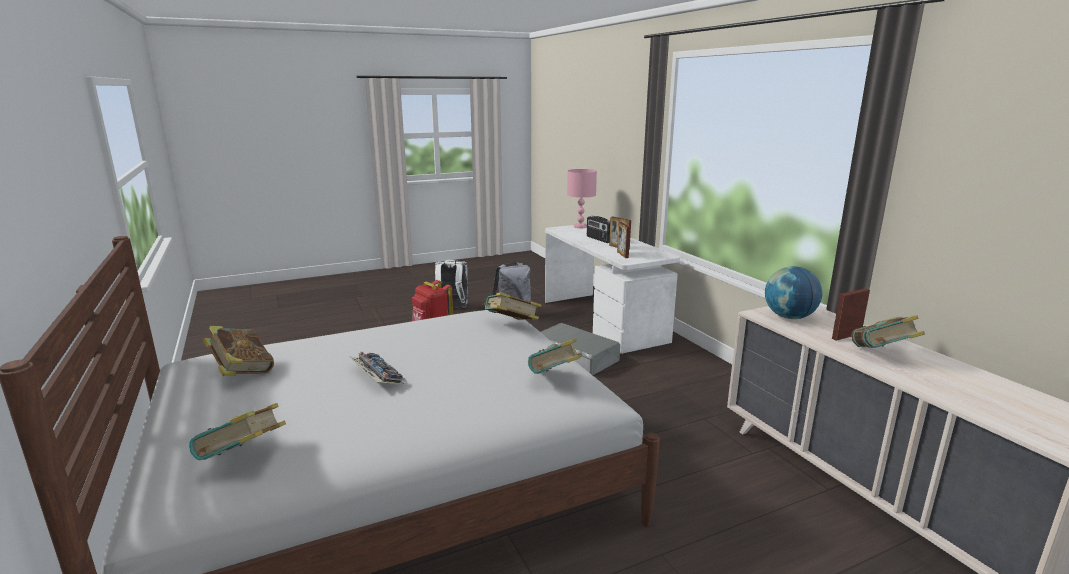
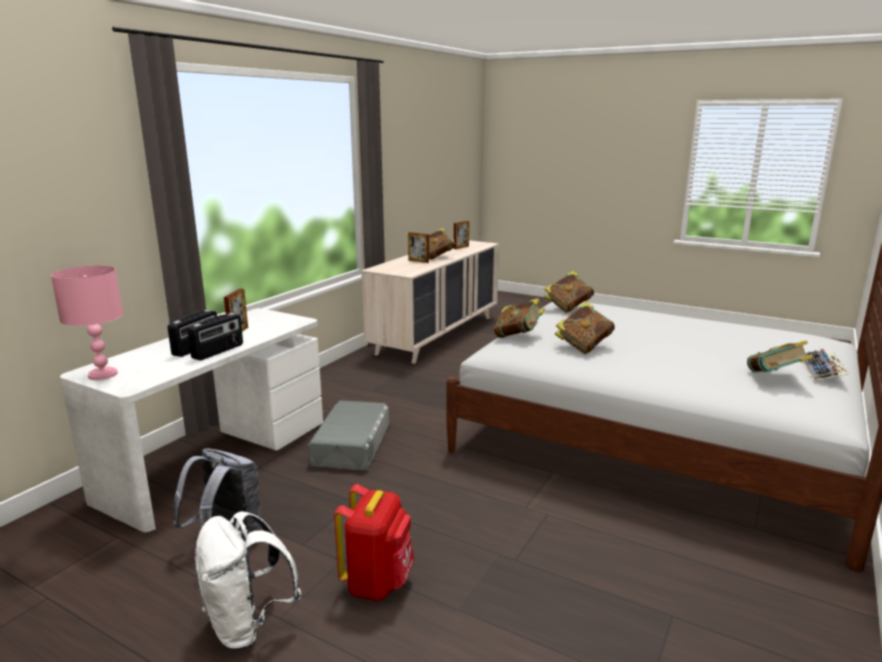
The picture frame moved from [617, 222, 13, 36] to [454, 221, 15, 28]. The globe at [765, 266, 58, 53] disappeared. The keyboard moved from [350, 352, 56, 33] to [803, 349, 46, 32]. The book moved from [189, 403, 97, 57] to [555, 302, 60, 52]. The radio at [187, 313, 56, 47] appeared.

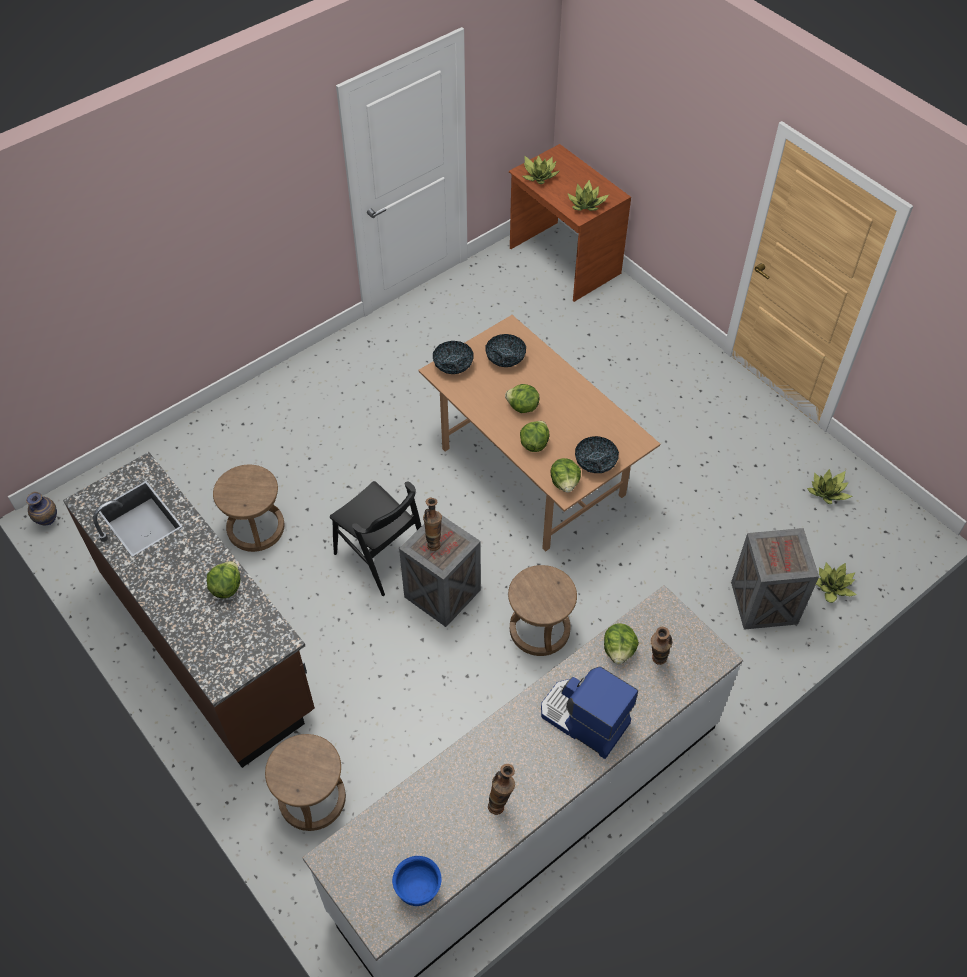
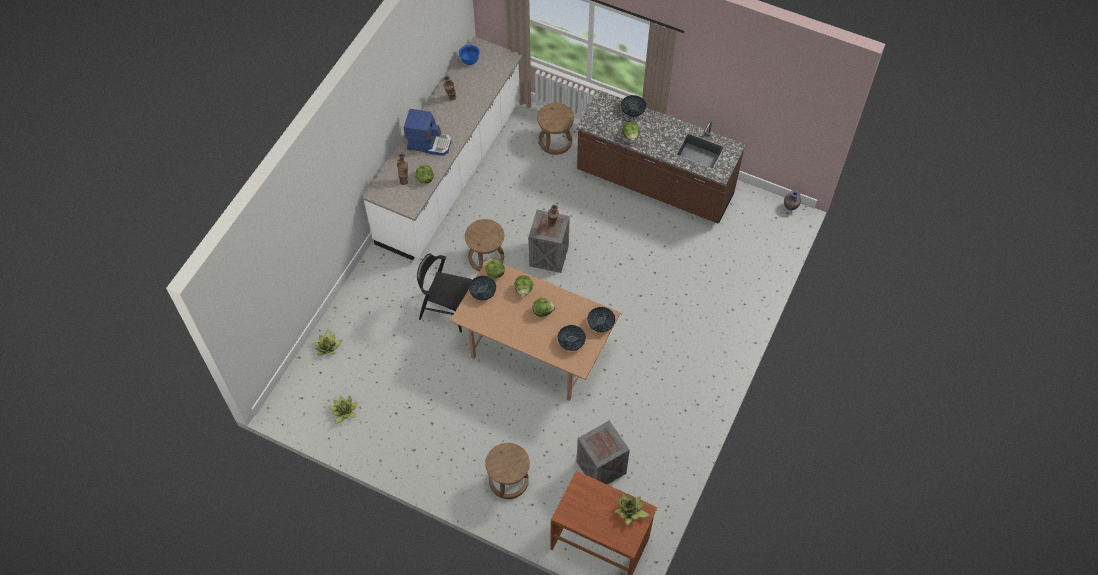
The potted plant at [567, 180, 42, 31] disappeared. The brown stool moved from [213, 465, 72, 87] to [485, 443, 45, 56]. The black chair moved from [330, 481, 91, 115] to [417, 253, 55, 80]. The crate moved from [731, 528, 88, 102] to [577, 420, 53, 65]. The bowl at [621, 95, 25, 22] appeared.

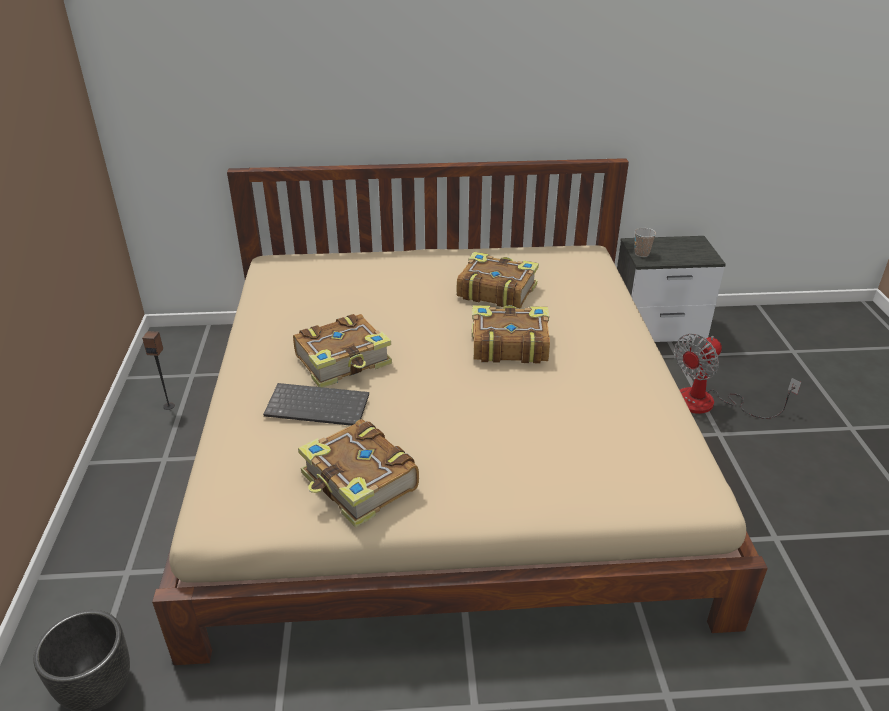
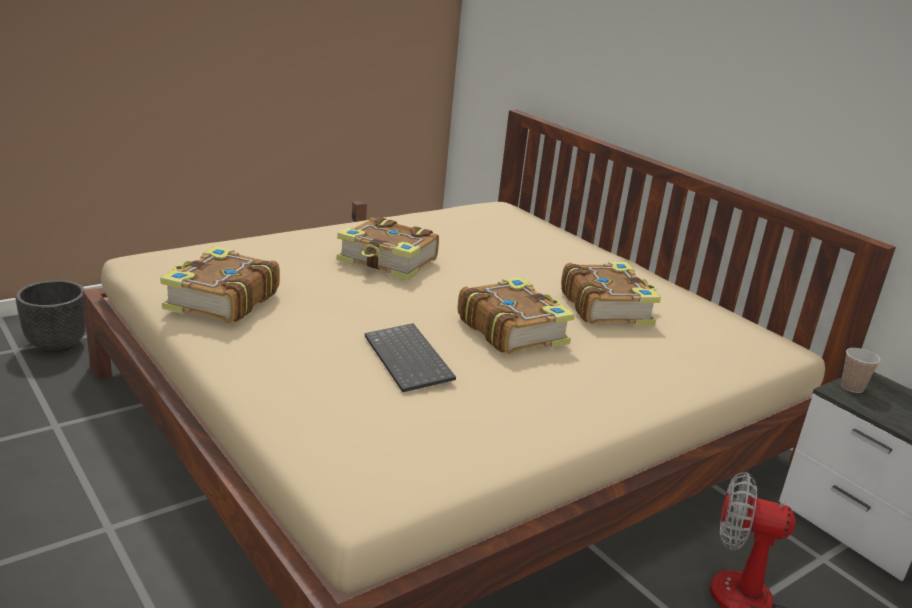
The keyboard moved from [263, 383, 106, 43] to [365, 323, 91, 69].

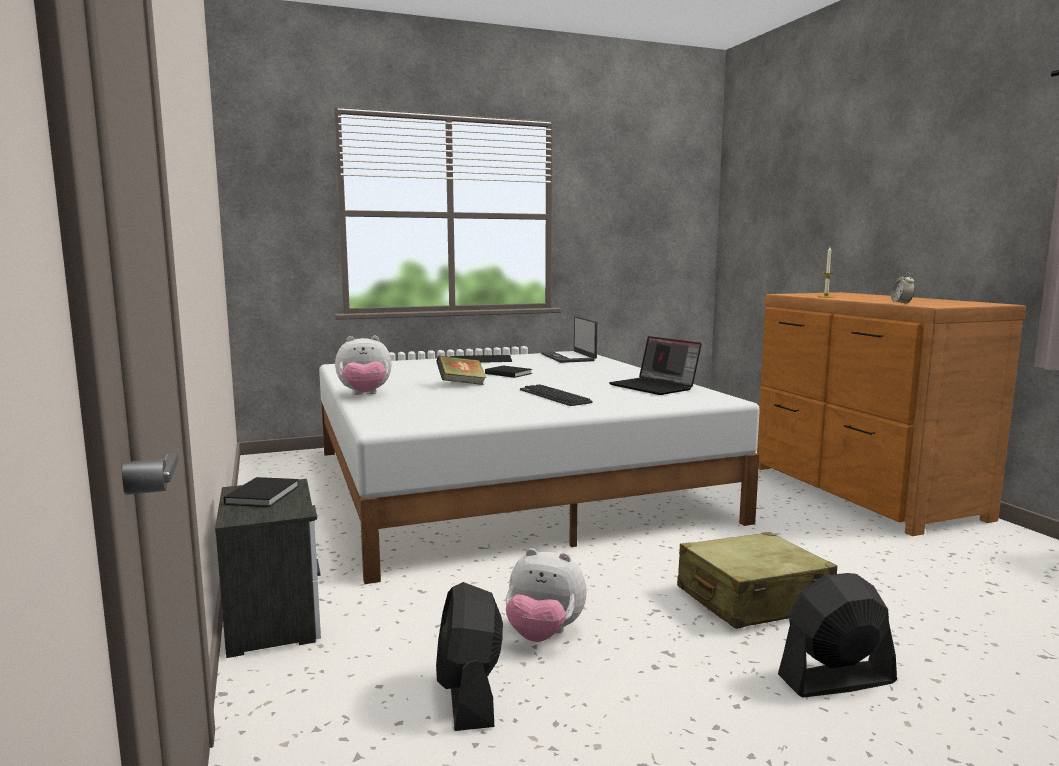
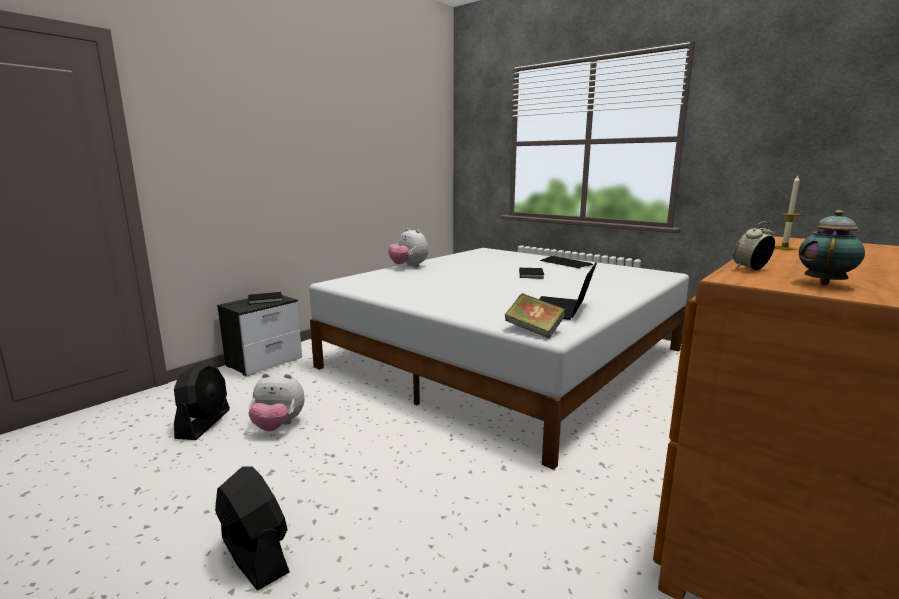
The laptop at [541, 316, 56, 47] disappeared. The book moved from [436, 356, 51, 29] to [505, 293, 61, 46]. The keyboard at [520, 384, 73, 22] disappeared. The beige suitcase at [677, 532, 160, 97] disappeared. The plush toy at [506, 548, 81, 94] turned 75 degrees counterclockwise. The black fan at [436, 582, 67, 149] turned 135 degrees clockwise. The teapot at [799, 210, 66, 75] appeared.

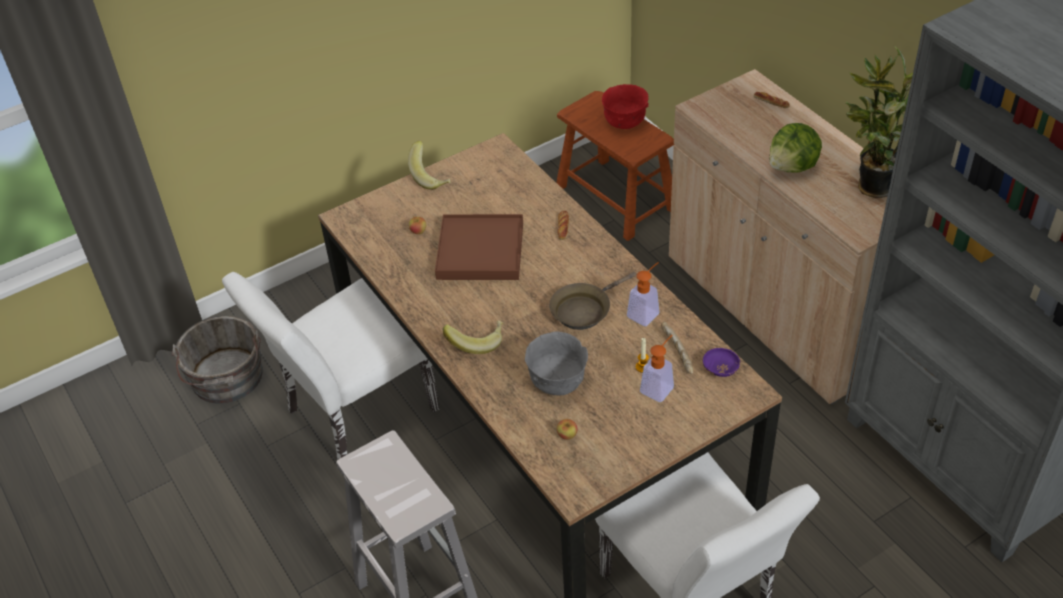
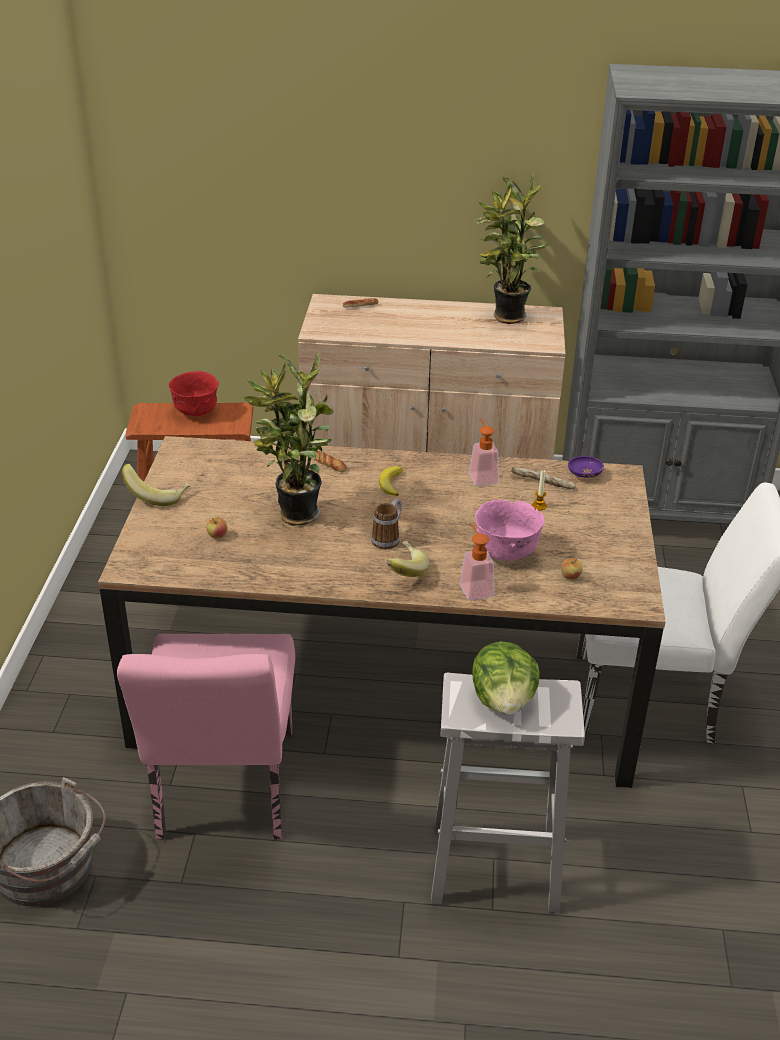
The lettuce moved from [769, 123, 53, 50] to [472, 642, 68, 73]. The brown tray at [435, 214, 88, 66] was replaced by the potted plant at [243, 351, 91, 175]. The white chair at [222, 272, 218, 188] became the pink chair at [117, 634, 178, 206]. The brown frying pan at [549, 272, 87, 58] disappeared. The grey bowl at [525, 331, 63, 64] became the pink bowl at [475, 499, 70, 61]. The soap dispenser moved from [640, 335, 34, 67] to [460, 523, 34, 77]. The banana at [379, 466, 24, 30] appeared. The mug at [371, 499, 31, 51] appeared.

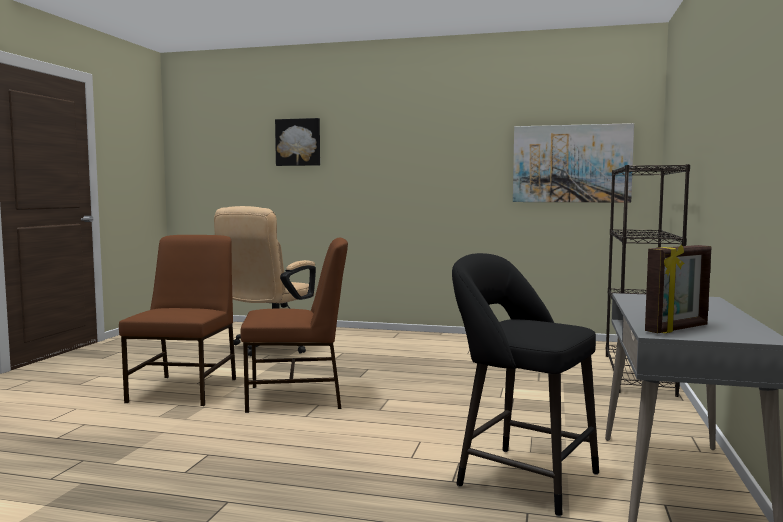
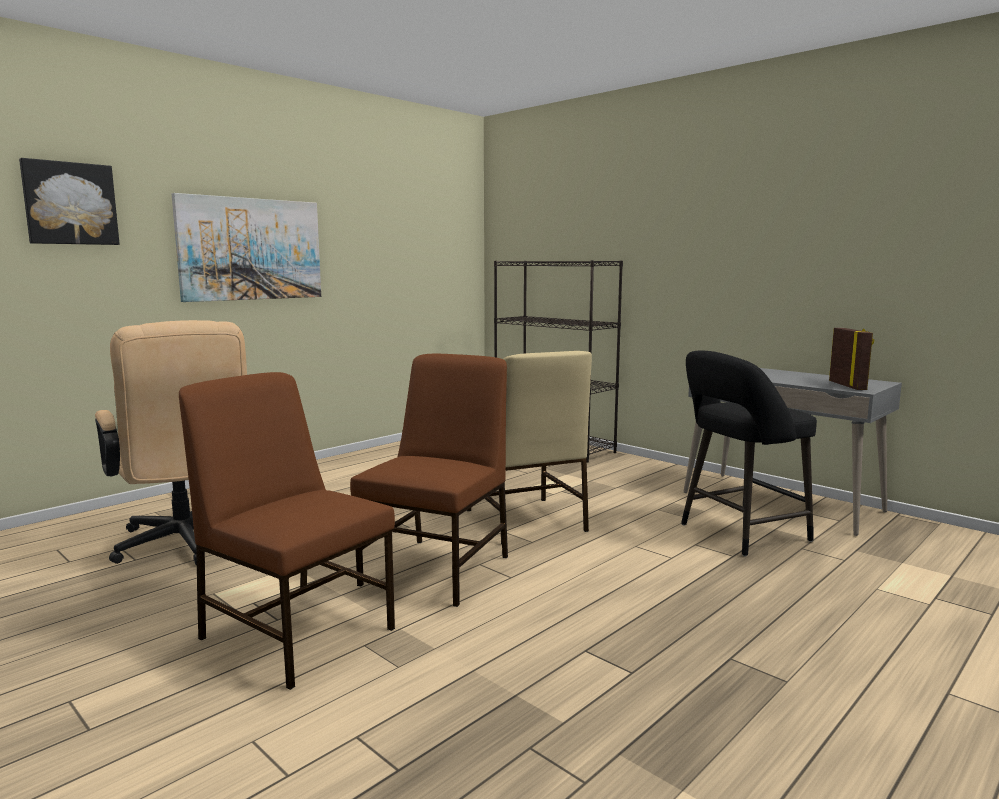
The picture moved from [513, 123, 121, 79] to [172, 193, 149, 109]. The beige chair at [467, 351, 125, 193] appeared.

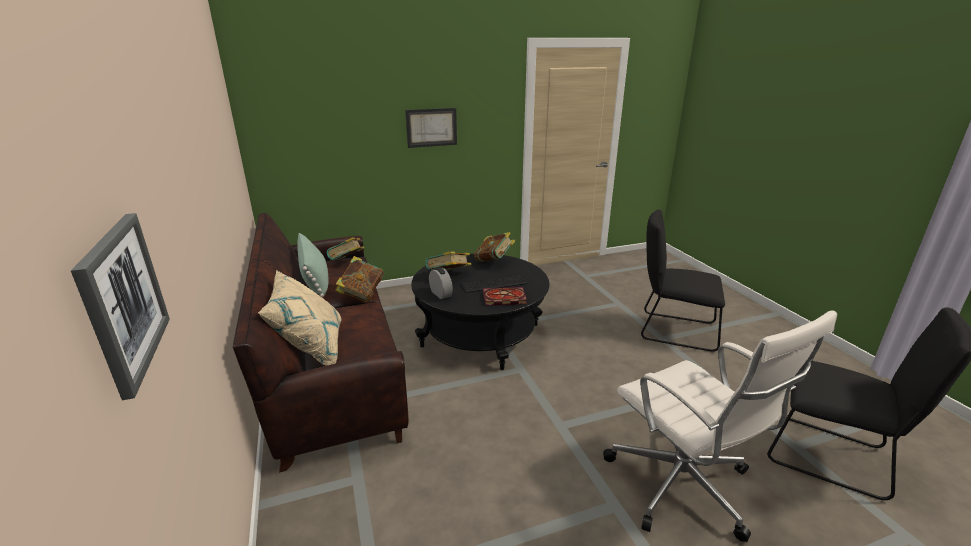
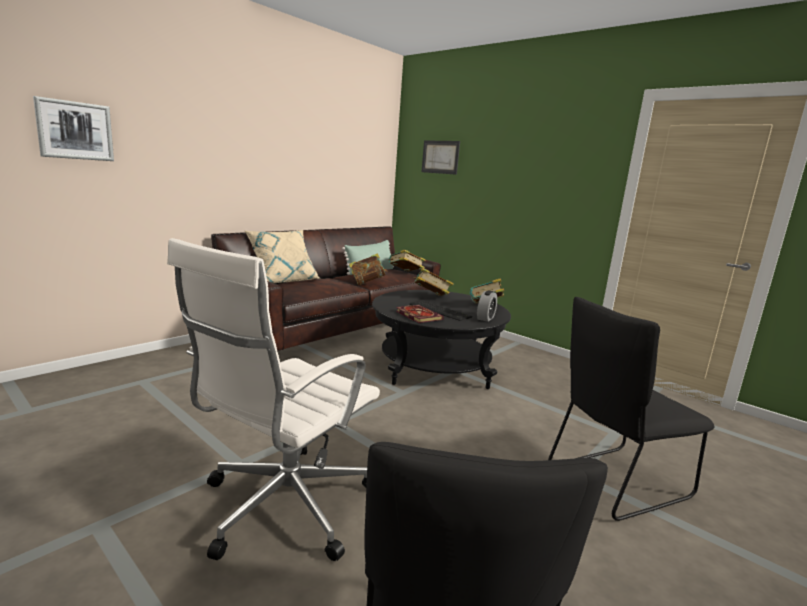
The picture moved from [405, 108, 52, 40] to [422, 140, 38, 35]. The black chair at [641, 209, 84, 143] turned 105 degrees counterclockwise. The alarm clock moved from [429, 267, 24, 32] to [477, 290, 20, 32].

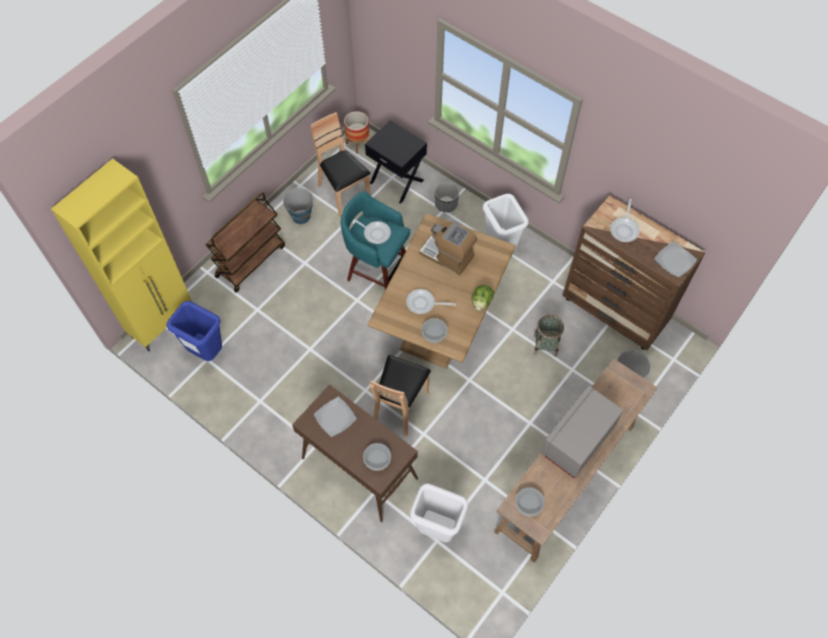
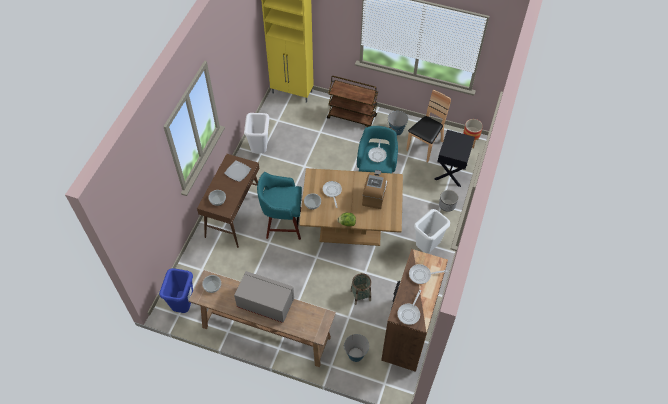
The plate at [654, 241, 43, 37] was replaced by the frying pan at [397, 290, 24, 35]. The blue trash can moved from [166, 301, 56, 60] to [159, 268, 34, 45]. The brown chair at [370, 355, 61, 81] was replaced by the turquoise stool at [257, 172, 45, 68]. The white trash can moved from [410, 483, 58, 59] to [244, 113, 25, 40].

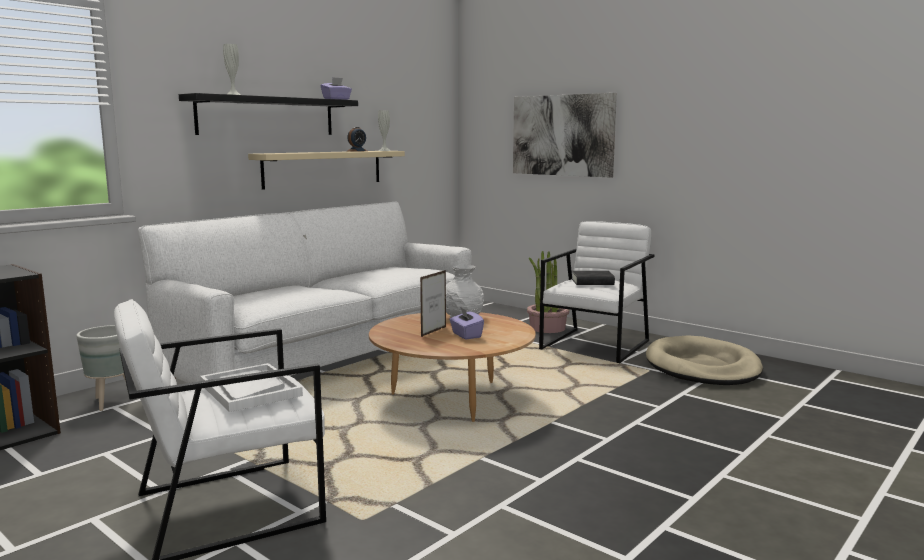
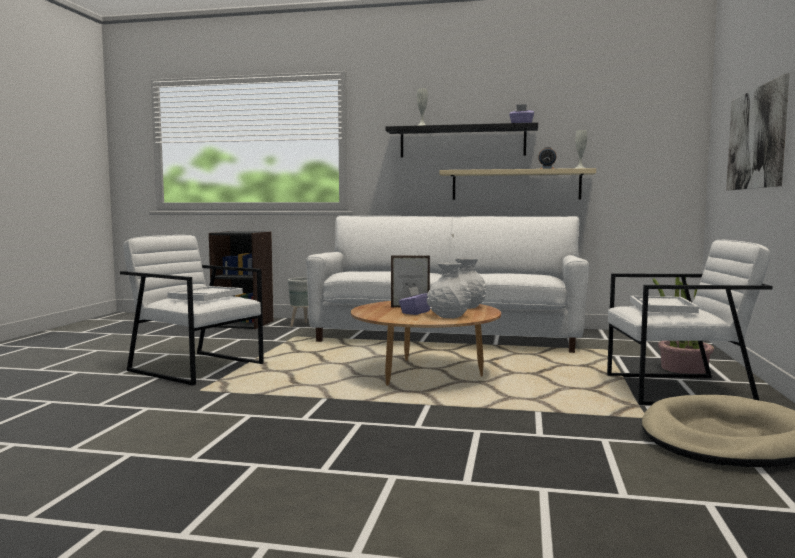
The black book at [572, 271, 43, 14] was replaced by the white tray at [630, 296, 69, 17]. The white vase at [427, 262, 44, 56] appeared.

